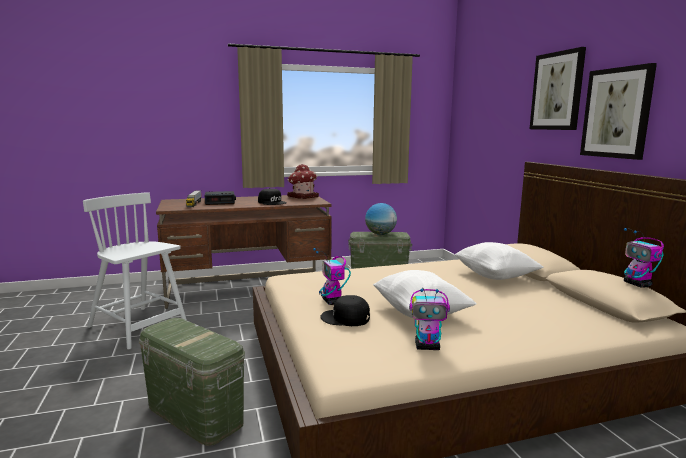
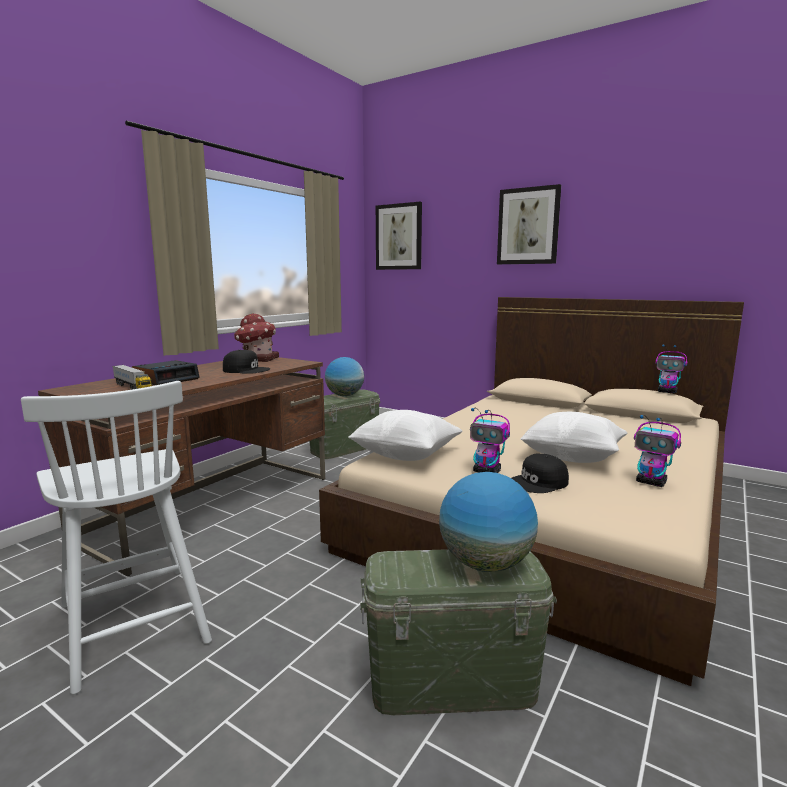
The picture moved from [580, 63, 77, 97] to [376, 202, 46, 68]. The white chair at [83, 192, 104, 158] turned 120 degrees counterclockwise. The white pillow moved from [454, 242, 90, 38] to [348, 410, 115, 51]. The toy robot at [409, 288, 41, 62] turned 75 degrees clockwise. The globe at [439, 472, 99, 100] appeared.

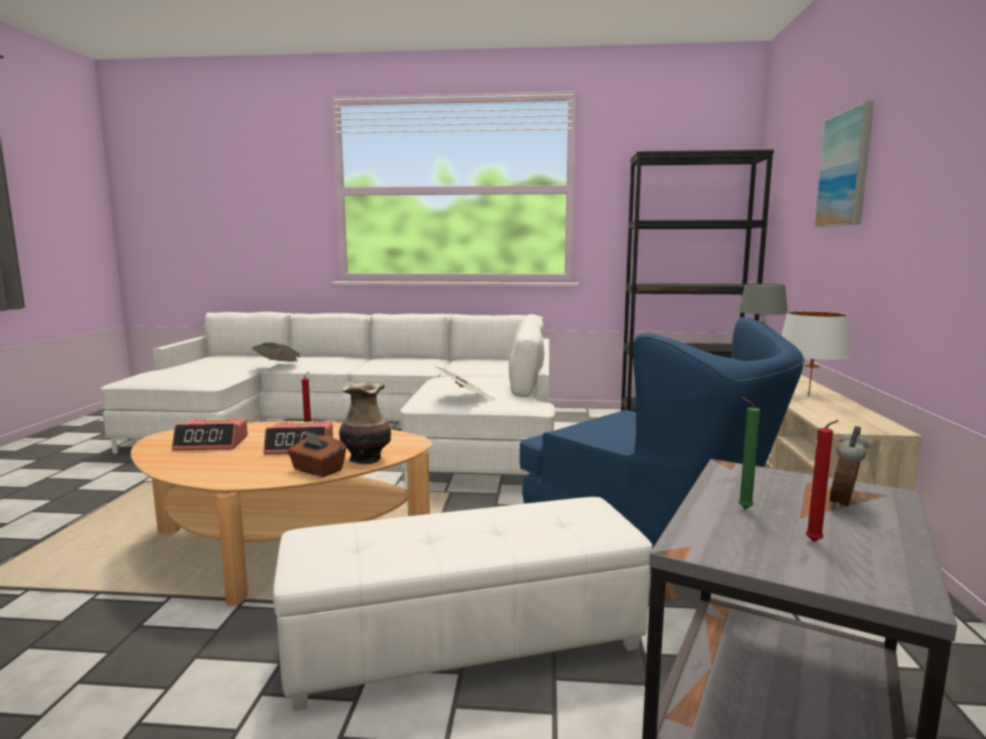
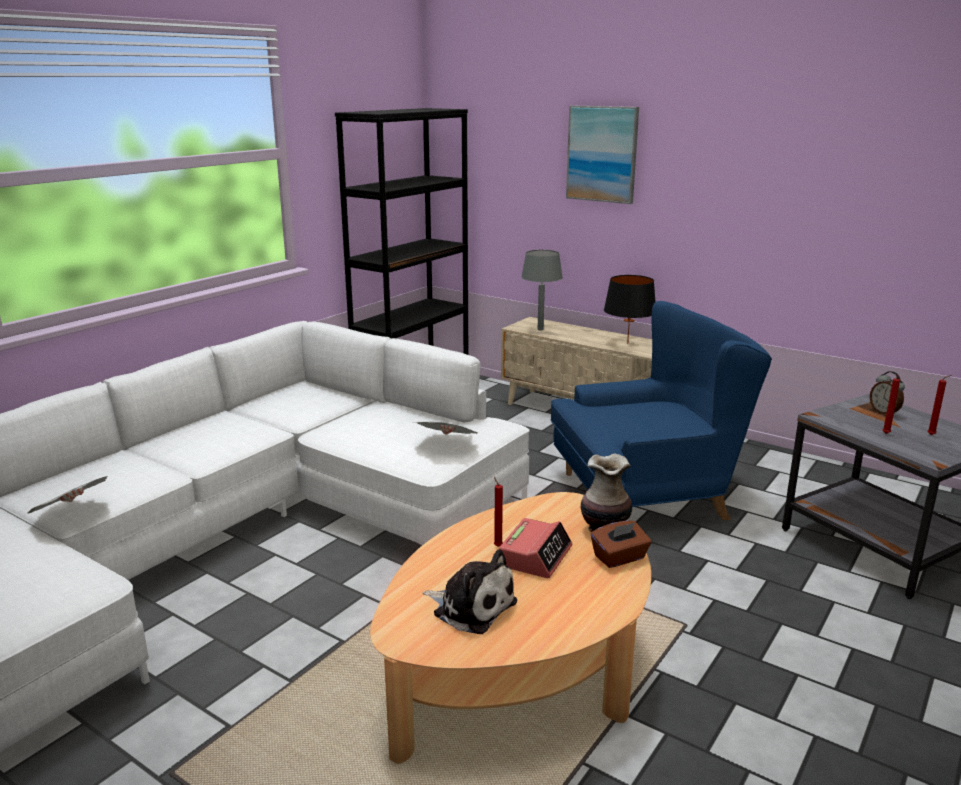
The white table lamp at [781, 311, 70, 85] became the black table lamp at [604, 275, 51, 69]. The green candle at [738, 397, 22, 112] became the red candle at [883, 375, 17, 59]. The alarm clock at [172, 419, 76, 32] was replaced by the plush toy at [422, 549, 95, 85]. The white ottoman at [273, 497, 380, 214] disappeared.

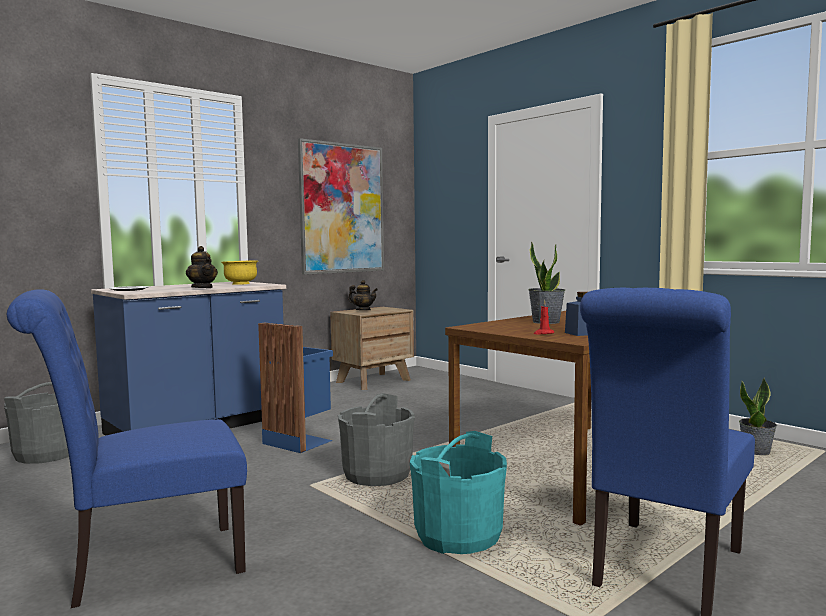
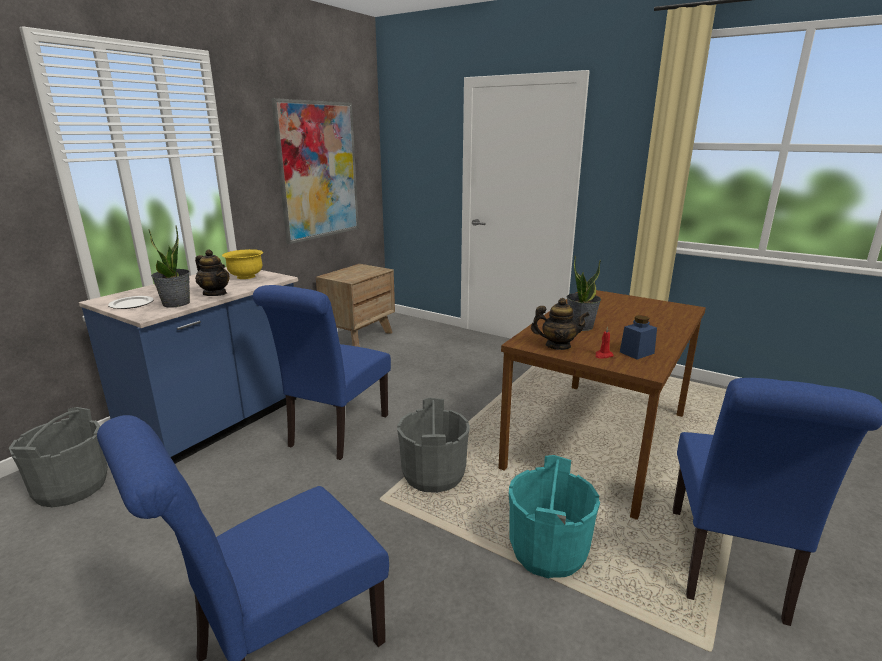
The teapot moved from [348, 280, 30, 30] to [531, 298, 58, 52]. The blue trash can at [258, 323, 75, 130] was replaced by the blue chair at [253, 285, 138, 175]. The potted plant moved from [739, 377, 38, 78] to [149, 225, 41, 83].

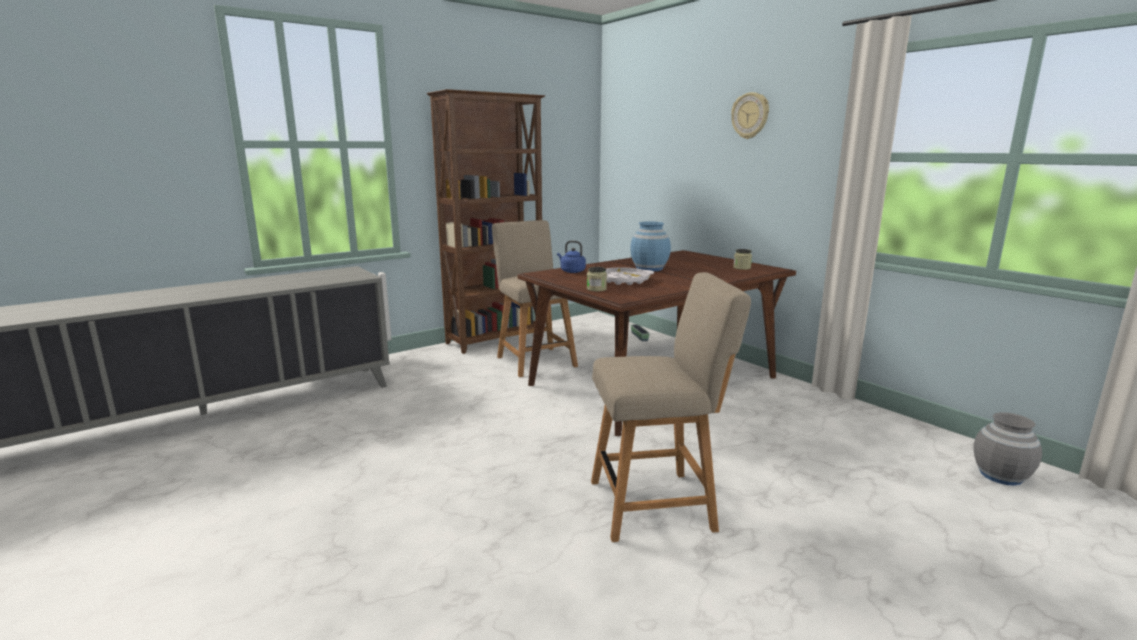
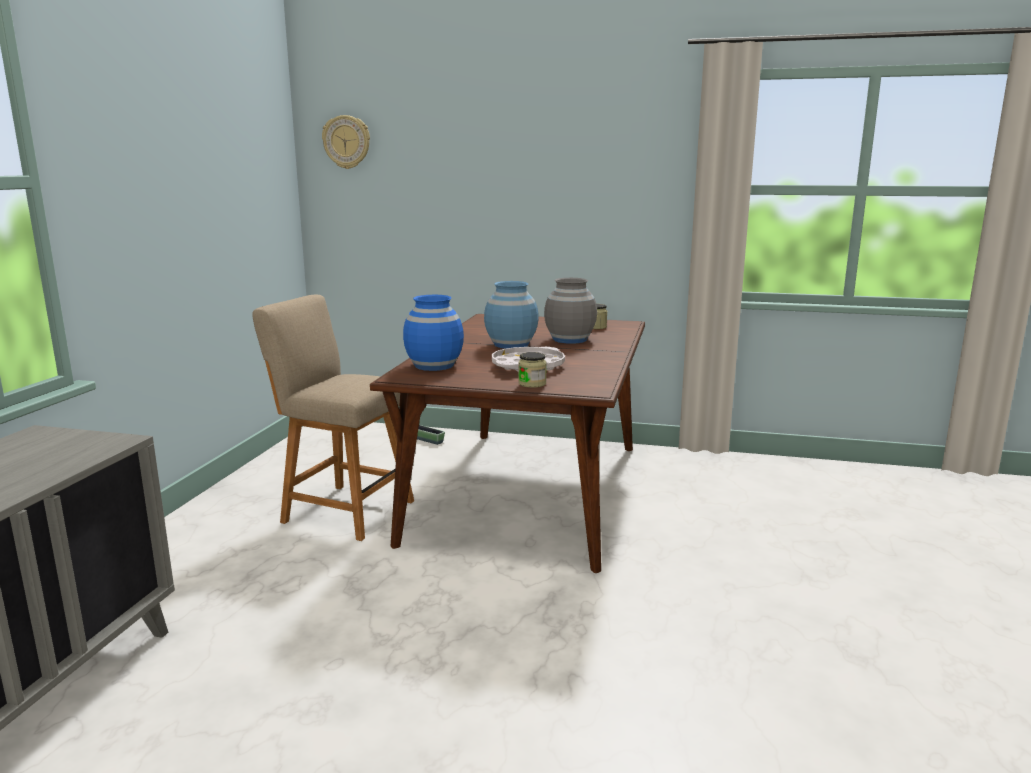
The brown bookcase at [426, 89, 119, 265] disappeared. The wall clock moved from [731, 92, 38, 47] to [322, 115, 48, 54]. The blue kettle at [557, 241, 29, 32] was replaced by the blue vase at [403, 295, 61, 76]. The beige chair at [591, 272, 160, 270] disappeared. The grey vase moved from [973, 412, 69, 74] to [544, 278, 53, 66].

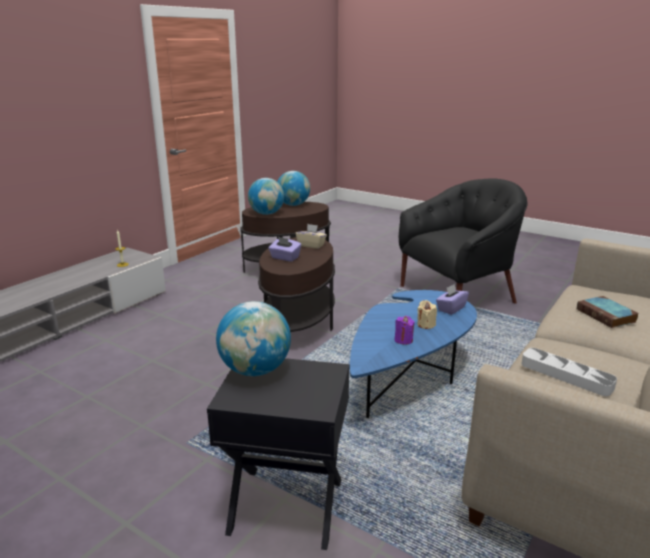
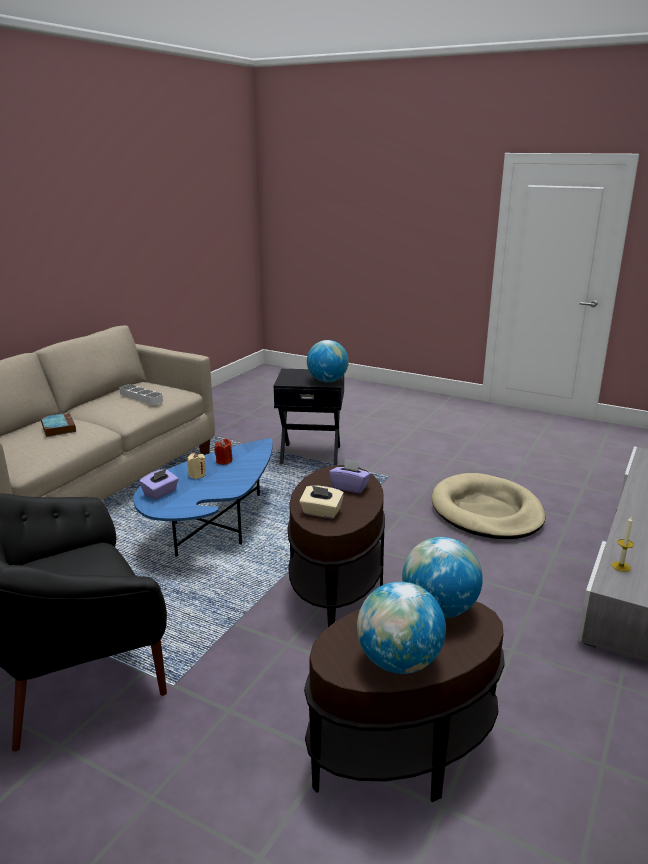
The purple candle at [395, 316, 20, 29] became the red candle at [214, 439, 18, 26]. The beige dog bed at [432, 473, 114, 66] appeared.

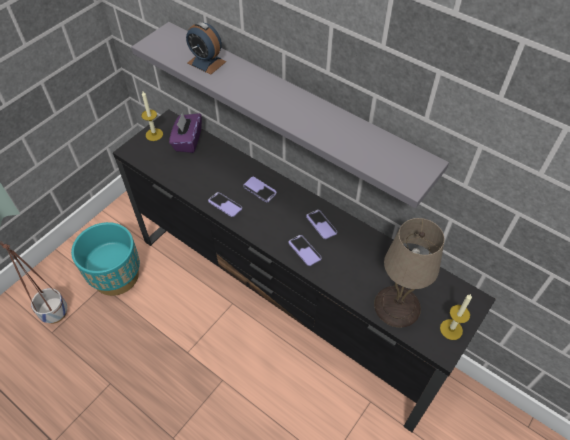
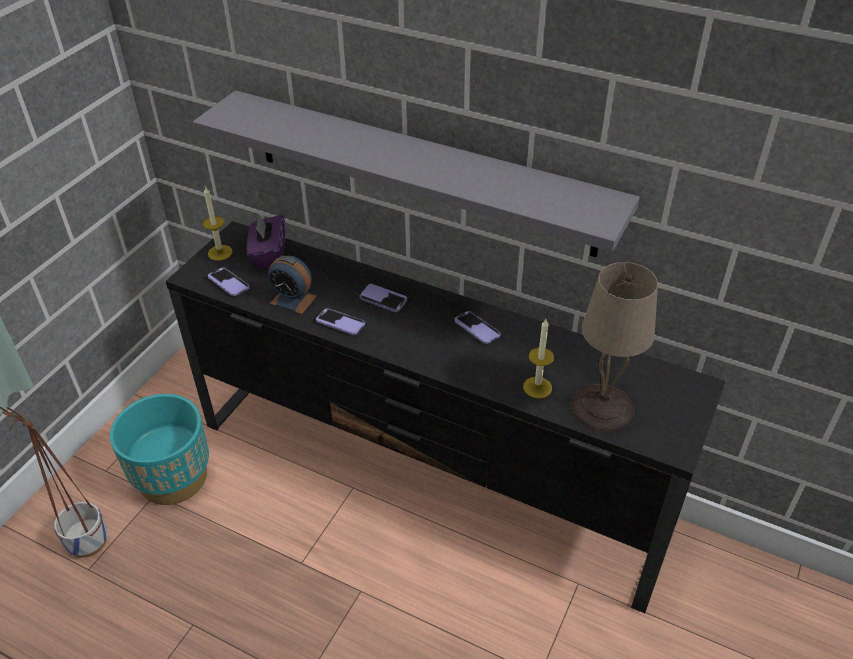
The alarm clock moved from [186, 22, 40, 53] to [268, 256, 49, 58]. The phone moved from [288, 235, 34, 31] to [208, 268, 42, 28]. The candle moved from [440, 294, 32, 46] to [523, 319, 31, 80].

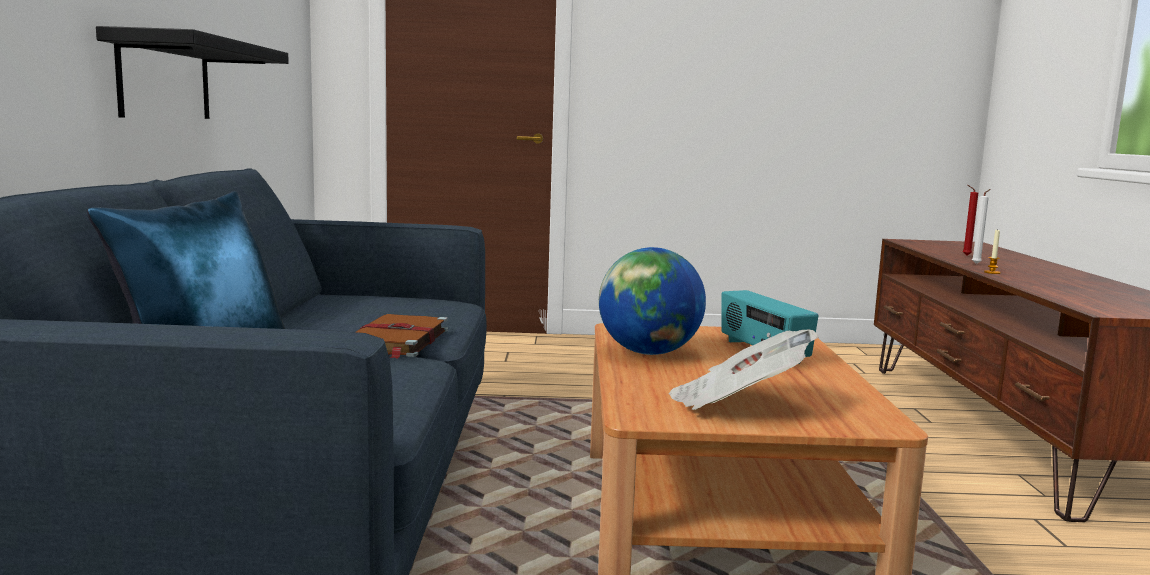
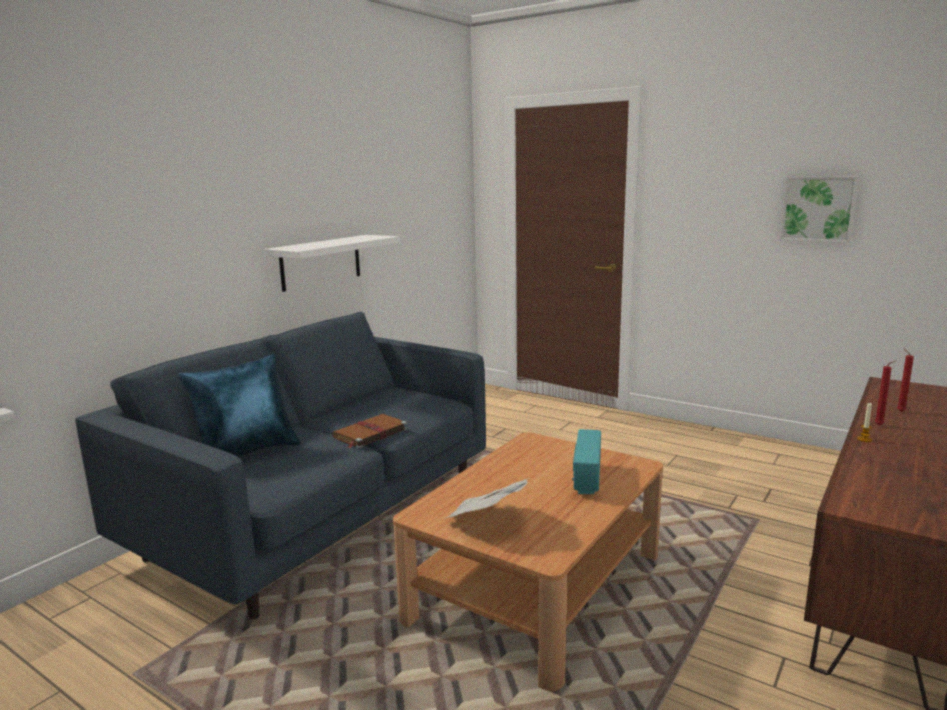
The black shelf at [96, 26, 193, 93] became the white shelf at [264, 235, 136, 57]. The white candle at [972, 189, 18, 75] became the red candle at [875, 360, 21, 65]. The globe at [599, 247, 107, 108] disappeared. The picture at [781, 177, 77, 66] appeared.

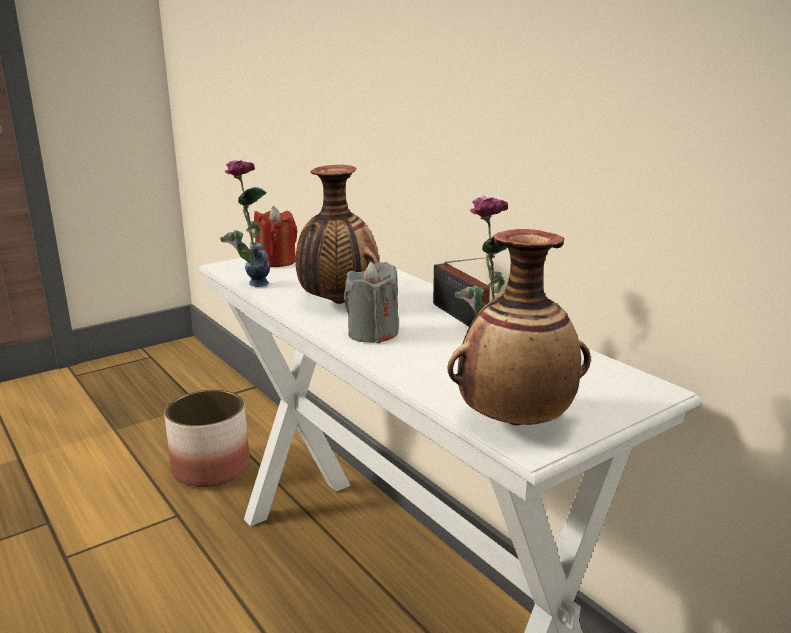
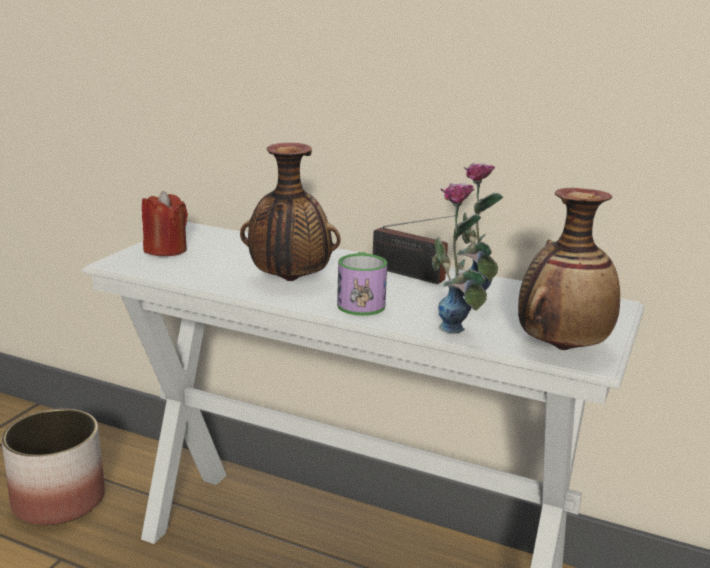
The vase moved from [220, 160, 50, 127] to [431, 183, 56, 150]. The grey candle at [344, 261, 55, 82] was replaced by the mug at [337, 252, 50, 64].

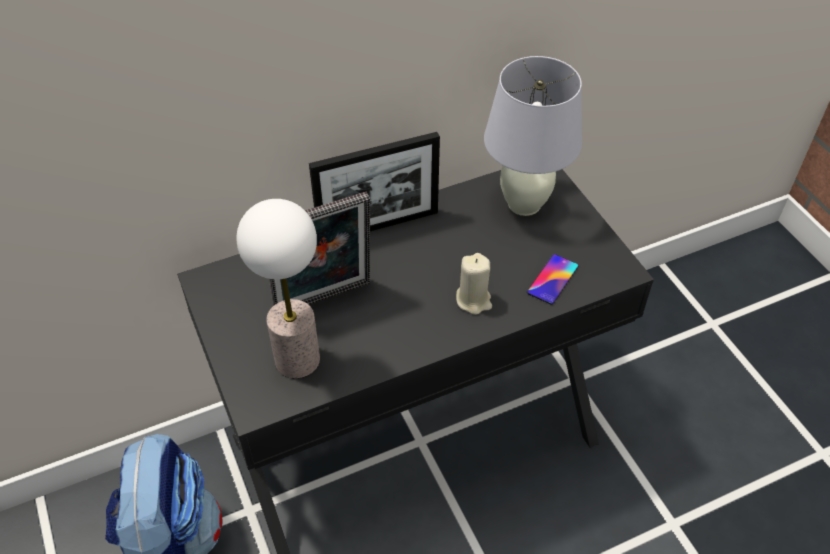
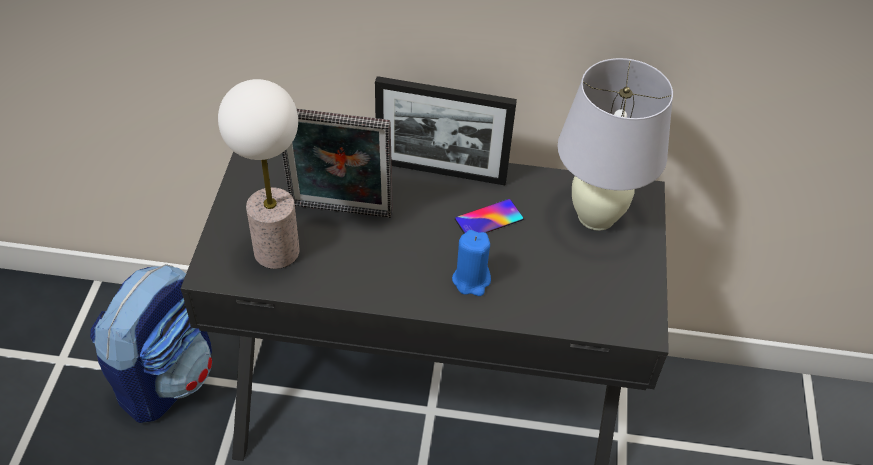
The beige candle at [456, 253, 36, 62] became the blue candle at [452, 230, 39, 66]. The phone moved from [527, 254, 52, 51] to [455, 199, 69, 35].

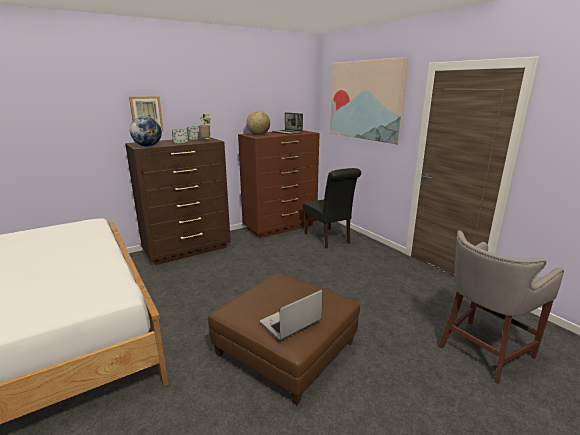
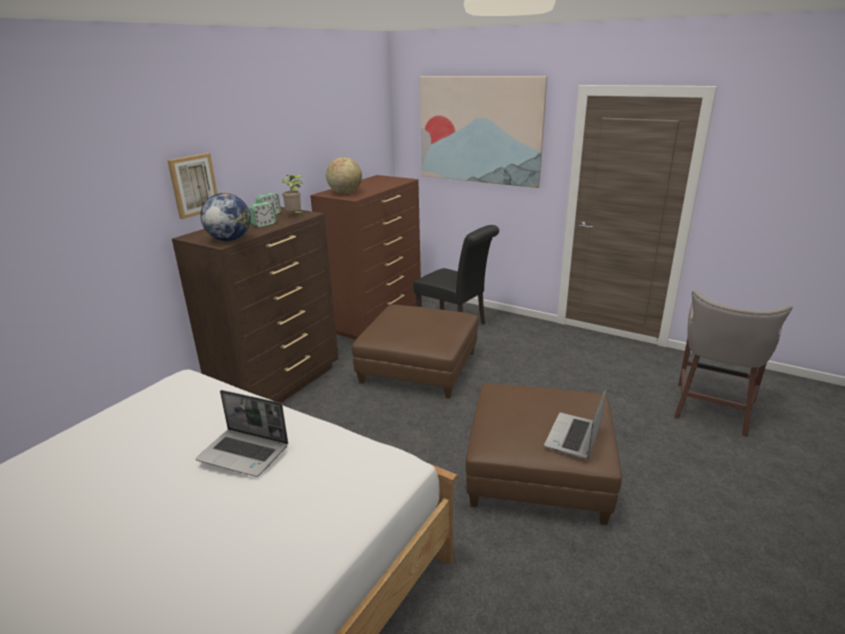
The laptop moved from [272, 112, 31, 23] to [195, 390, 93, 87]. The brown ottoman at [352, 305, 126, 94] appeared.

